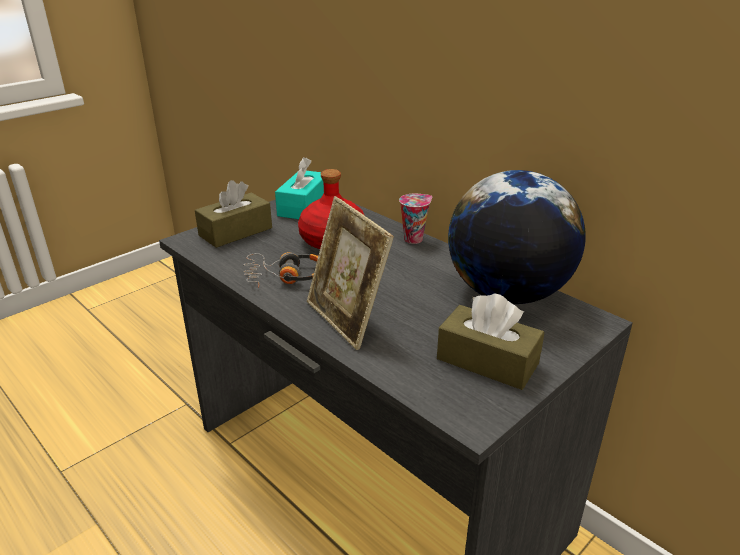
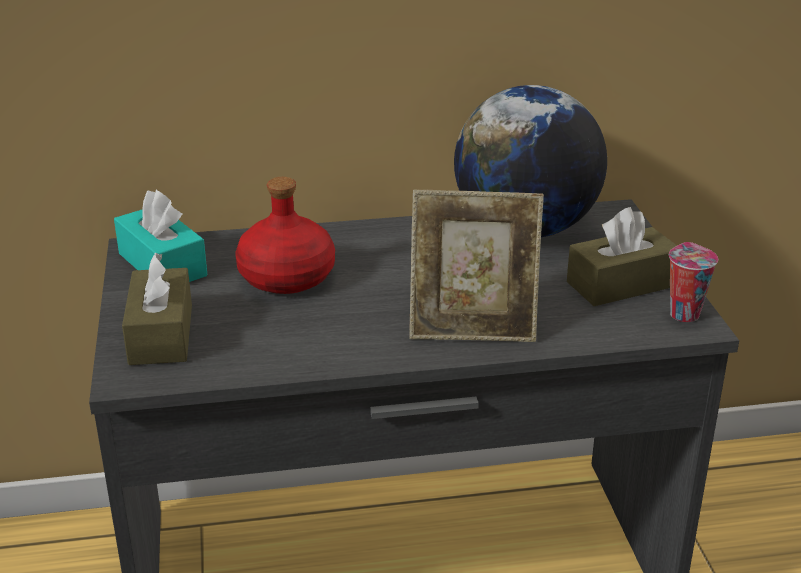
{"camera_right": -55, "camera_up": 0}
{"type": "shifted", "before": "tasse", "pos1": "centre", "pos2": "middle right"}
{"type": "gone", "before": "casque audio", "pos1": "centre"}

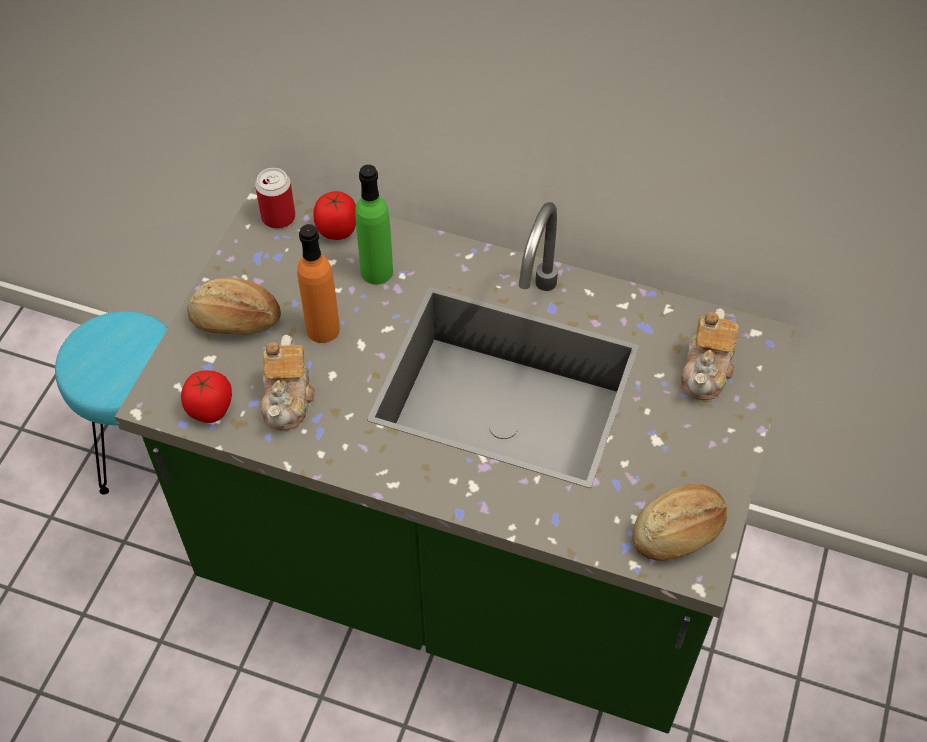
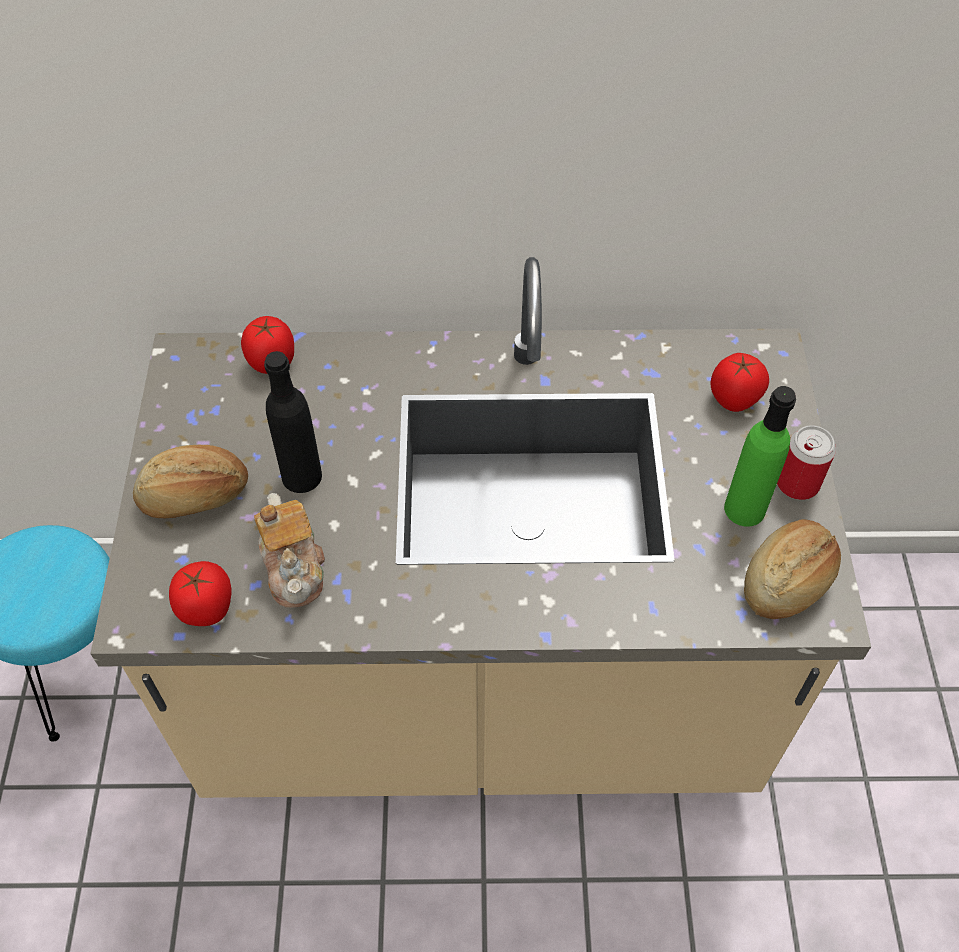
{"camera_right": -20, "camera_up": 0}
{"type": "shifted", "before": "bouteille/vert", "pos1": "top centre", "pos2": "middle right"}
{"type": "shifted", "before": "boîte métallique", "pos1": "top left", "pos2": "middle right"}
{"type": "repainted", "before": "comptoir de cuisine/vert", "after": "comptoir de cuisine/beige", "pos1": "centre", "pos2": "centre"}
{"type": "repainted", "before": "bouteille/orange", "after": "bouteille/noir", "pos1": "centre", "pos2": "middle left"}
{"type": "swapped", "before": "théière (no. 2 from left)", "after": "tomate (no. 3 from left)", "pos1": "middle right", "pos2": "middle right"}

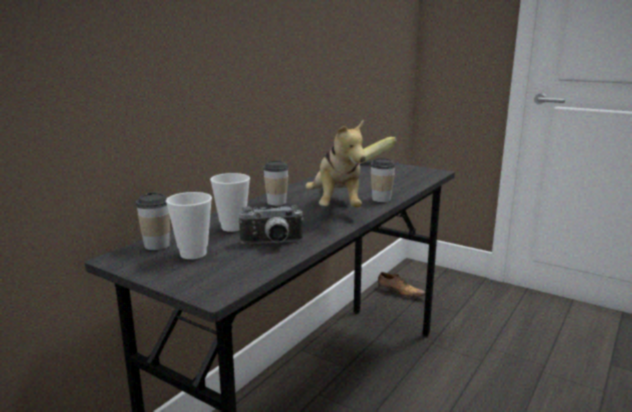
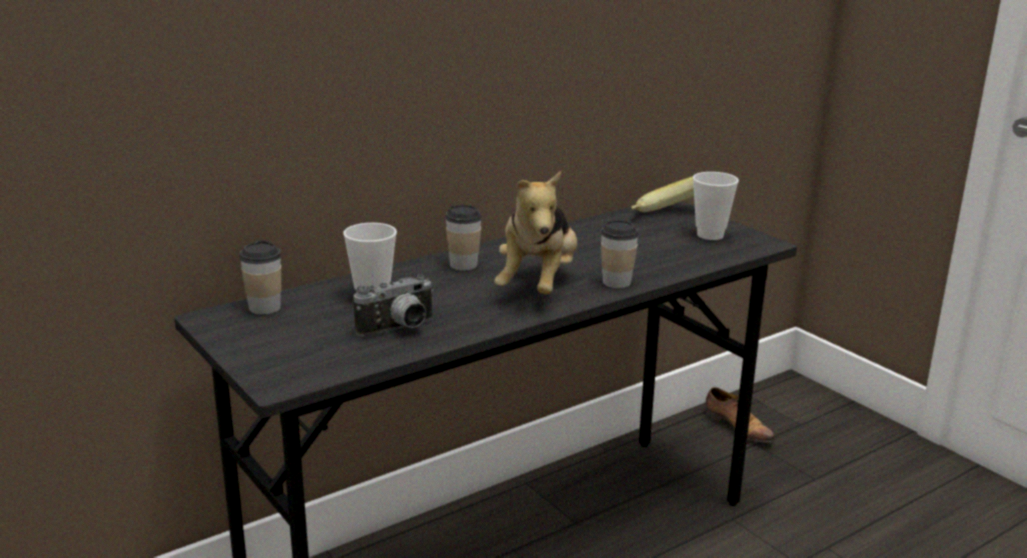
{"camera_right": 20, "camera_up": 5}
{"type": "shifted", "before": "tasse (no. 2 from left in the first image)", "after": "tasse (no. 5 from left)", "pos1": "middle left", "pos2": "middle right"}
{"type": "rotated", "before": "appareil photo", "pos1": "centre", "pos2": "centre", "turn": -45}

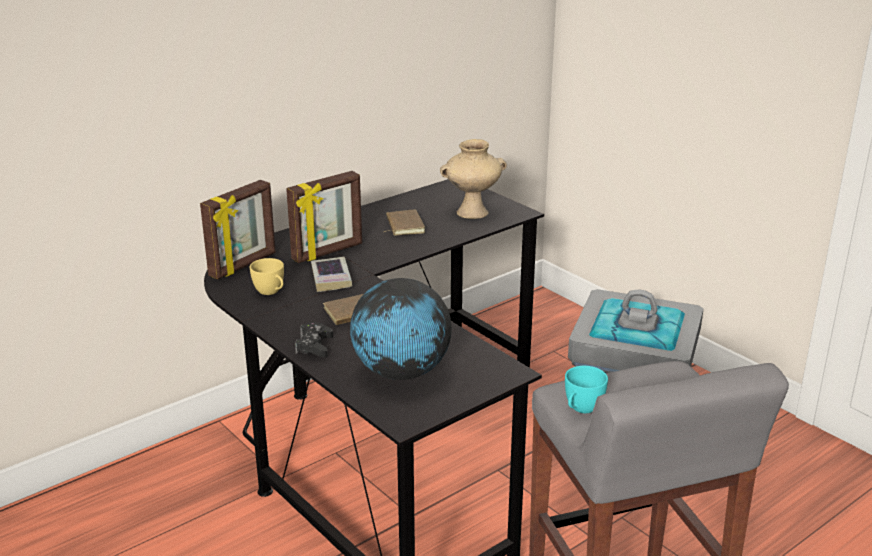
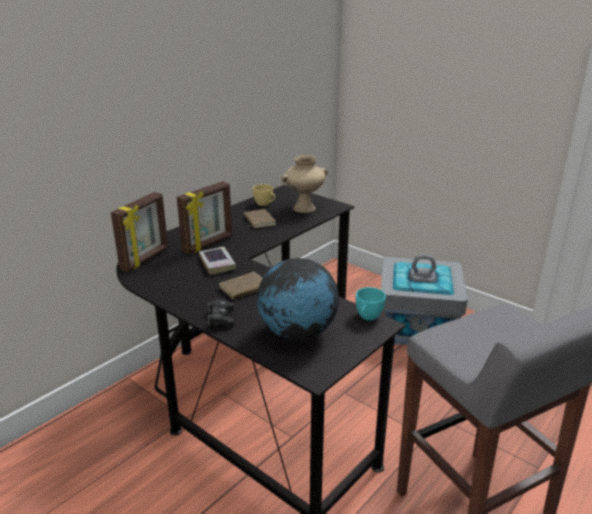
{"camera_right": -10, "camera_up": 0}
{"type": "shifted", "before": "tasse/jaune", "pos1": "middle left", "pos2": "centre"}
{"type": "shifted", "before": "tasse/turquoise", "pos1": "bottom right", "pos2": "centre"}

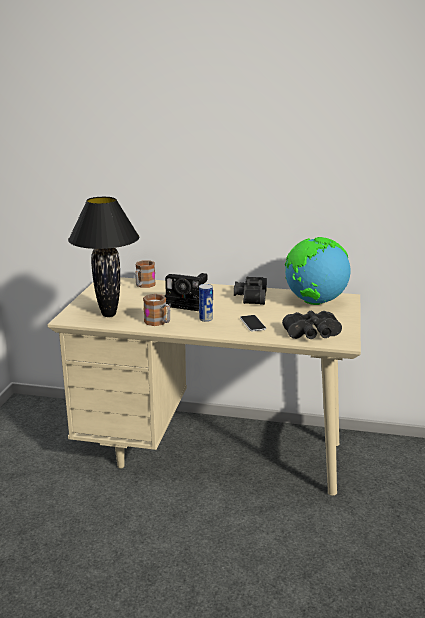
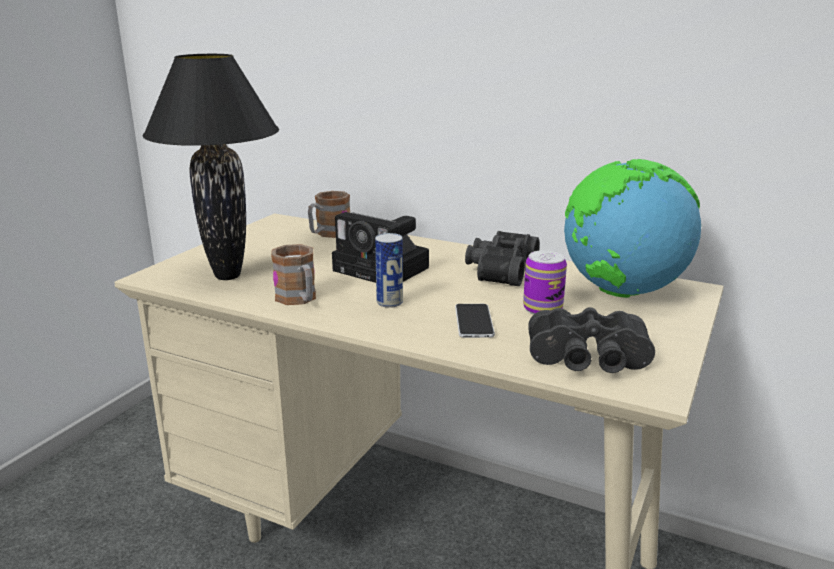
{"camera_right": 15, "camera_up": 0}
{"type": "new", "after": "boîte métallique (no. 2 from left)", "pos2": "centre"}

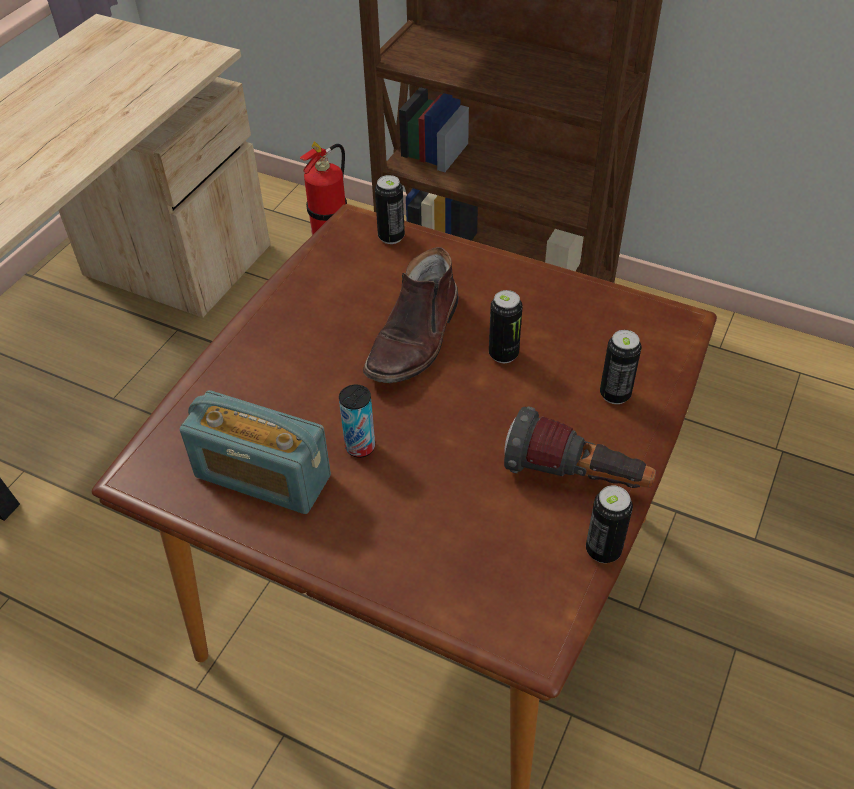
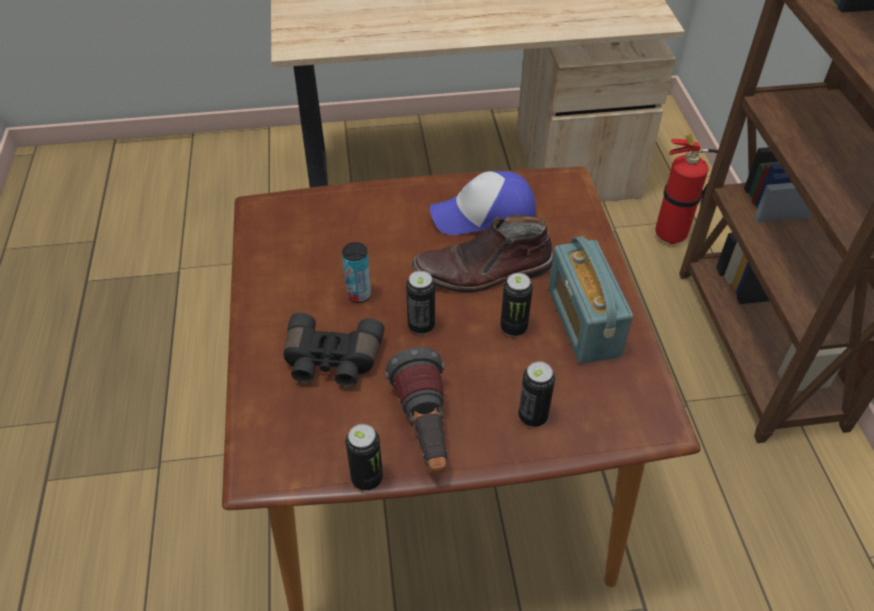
{"camera_right": 55, "camera_up": 0}
{"type": "shifted", "before": "boîte métallique (no. 2 from left in the first image)", "after": "boîte métallique (no. 3 from left)", "pos1": "top centre", "pos2": "centre"}
{"type": "shifted", "before": "radio", "pos1": "middle left", "pos2": "middle right"}
{"type": "new", "after": "casquette", "pos2": "top centre"}
{"type": "new", "after": "jumelles/noir", "pos2": "centre"}

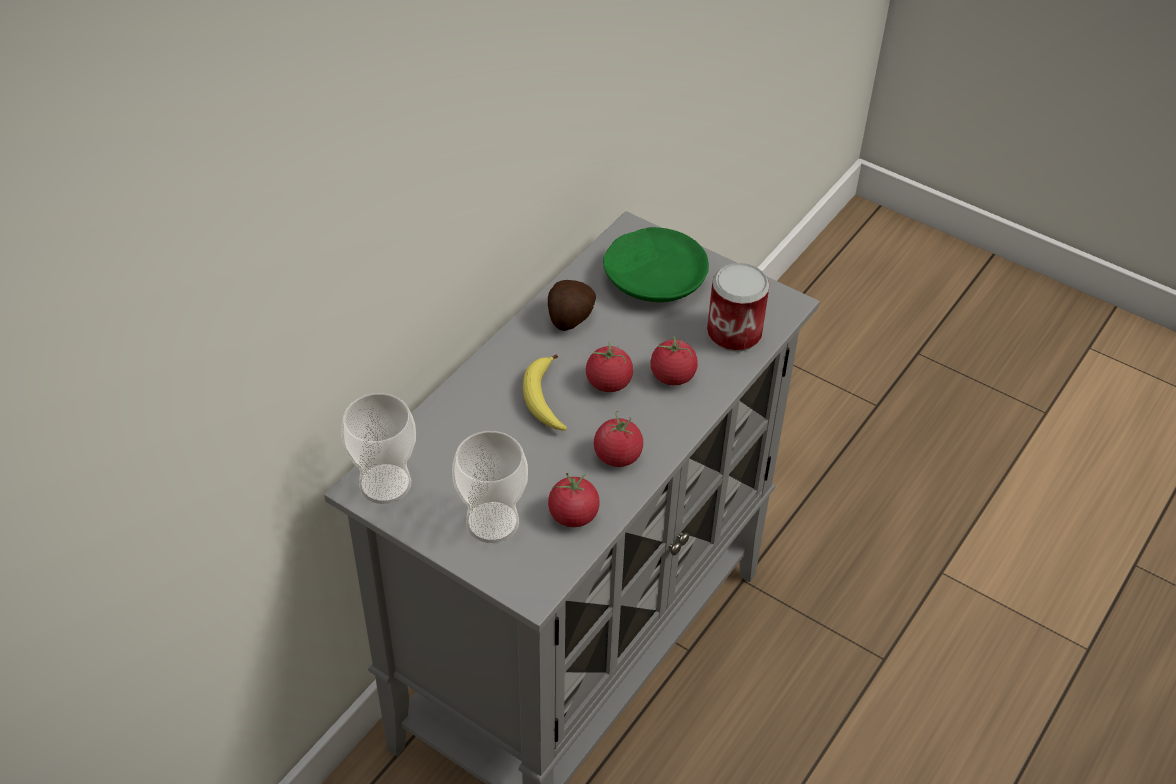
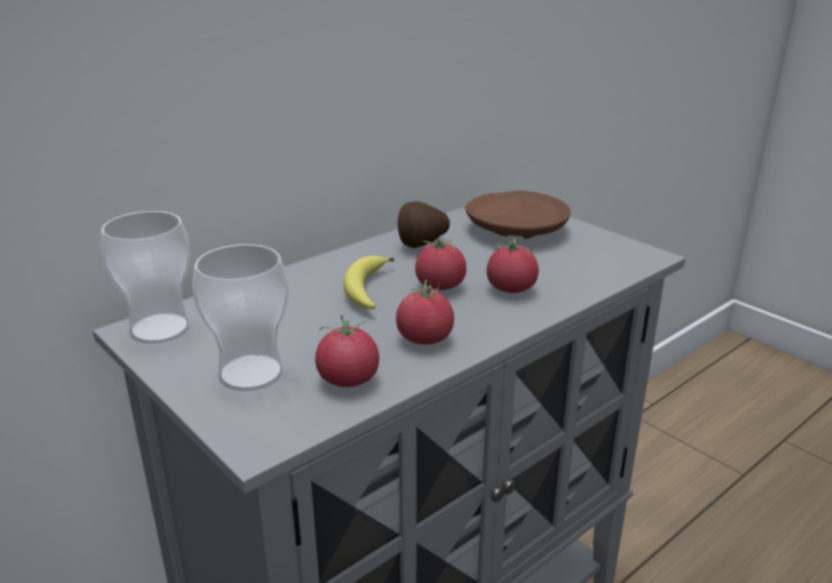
{"camera_right": 15, "camera_up": -20}
{"type": "repainted", "before": "assiette/vert", "after": "assiette/marron", "pos1": "centre", "pos2": "centre"}
{"type": "gone", "before": "boîte métallique", "pos1": "centre"}

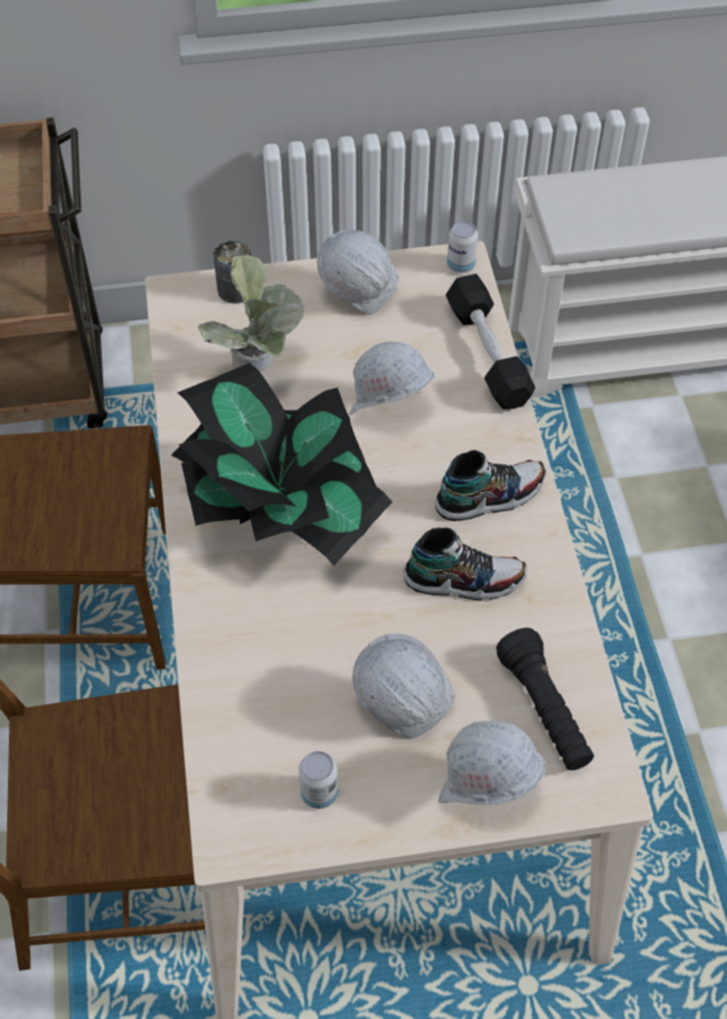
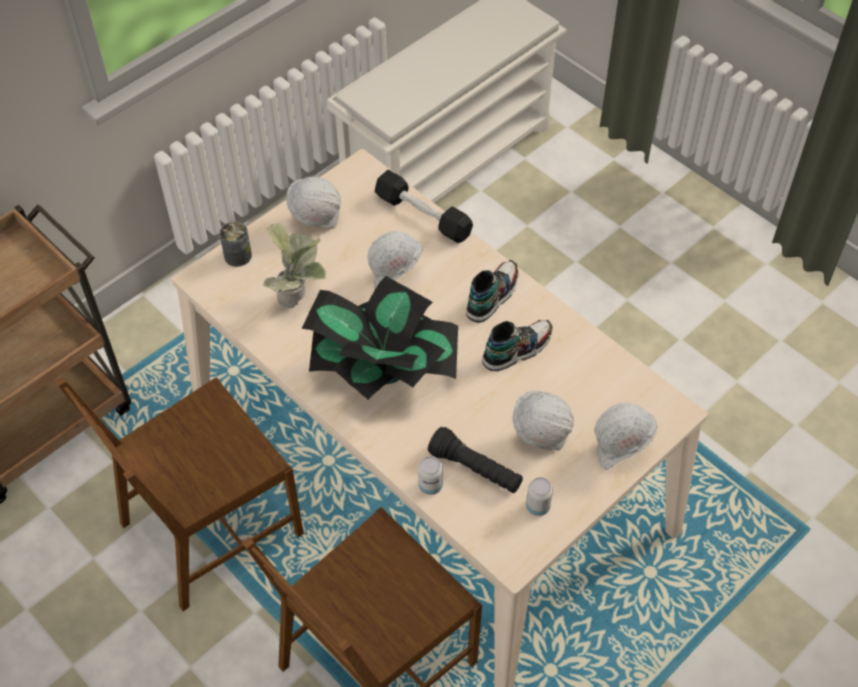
{"camera_right": -35, "camera_up": 0}
{"type": "shifted", "before": "boîte métallique (no. 3 from left in the first image)", "after": "boîte métallique (no. 2 from left)", "pos1": "top centre", "pos2": "bottom centre"}
{"type": "shifted", "before": "lampe de poche/noir", "pos1": "bottom right", "pos2": "bottom centre"}

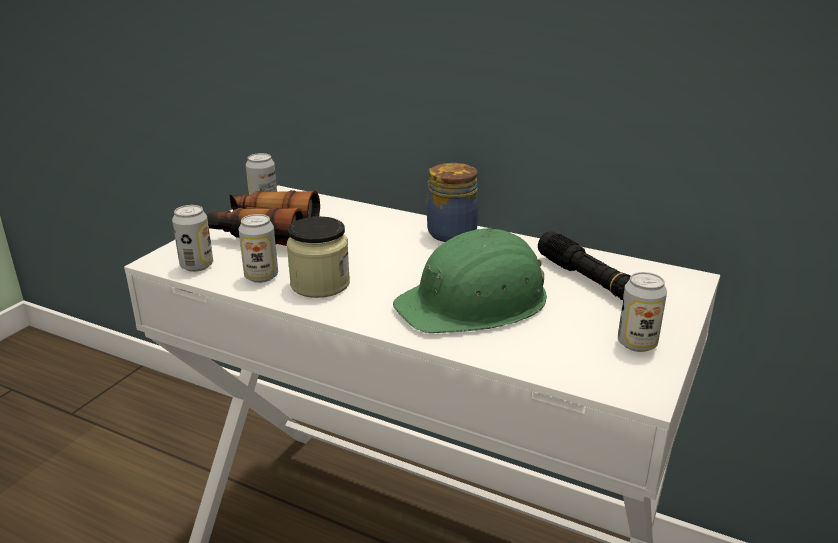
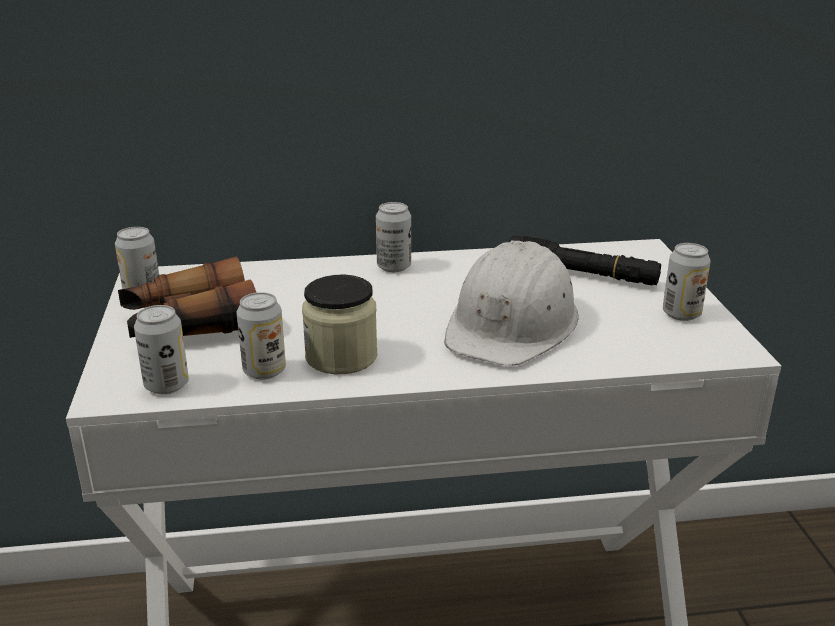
{"camera_right": -35, "camera_up": 0}
{"type": "swapped", "before": "bocal (no. 2 from left)", "after": "boîte métallique (no. 4 from left)", "pos1": "centre", "pos2": "centre"}
{"type": "repainted", "before": "casque de chantier/vert", "after": "casque de chantier/blanc", "pos1": "centre", "pos2": "centre"}

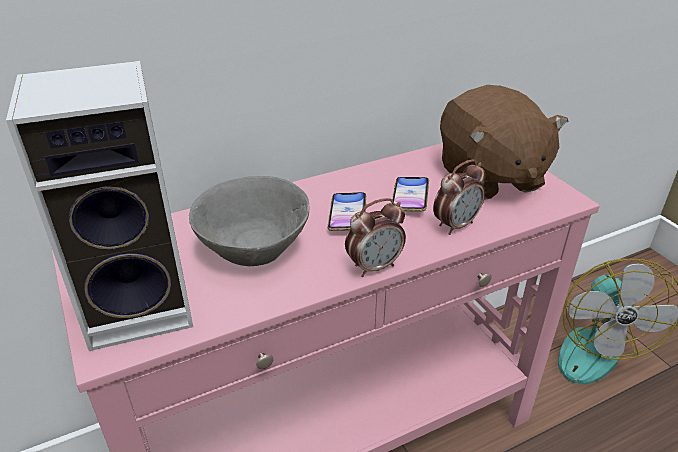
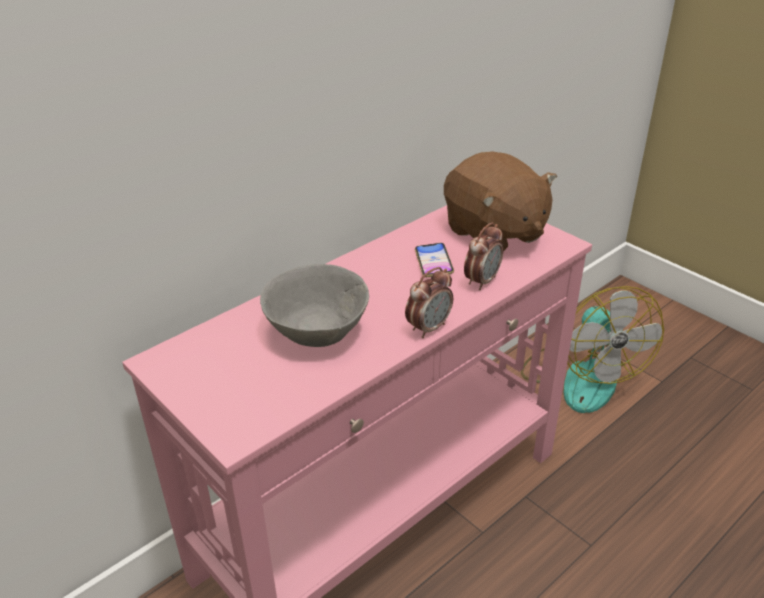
{"camera_right": -15, "camera_up": 0}
{"type": "gone", "before": "enceinte", "pos1": "middle left"}
{"type": "gone", "before": "téléphone (no. 1 from left)", "pos1": "centre"}

